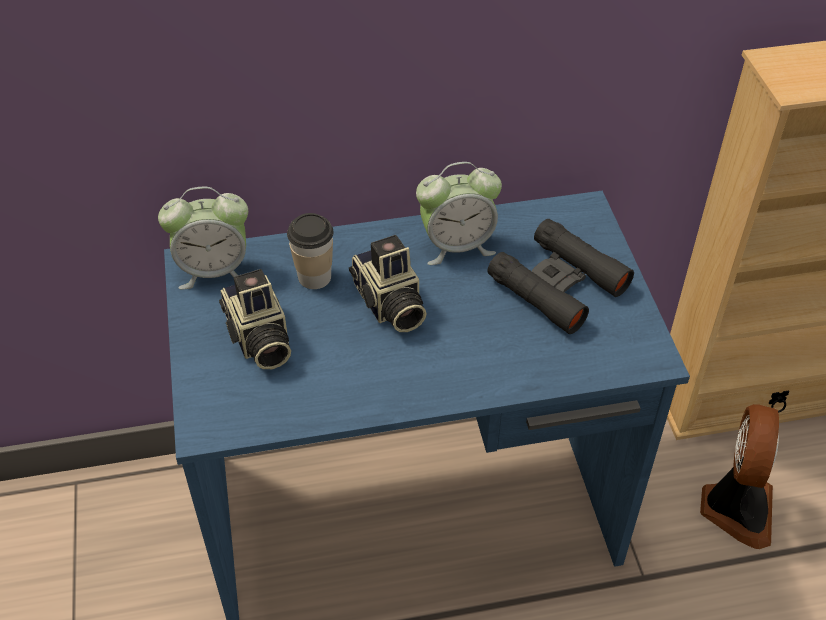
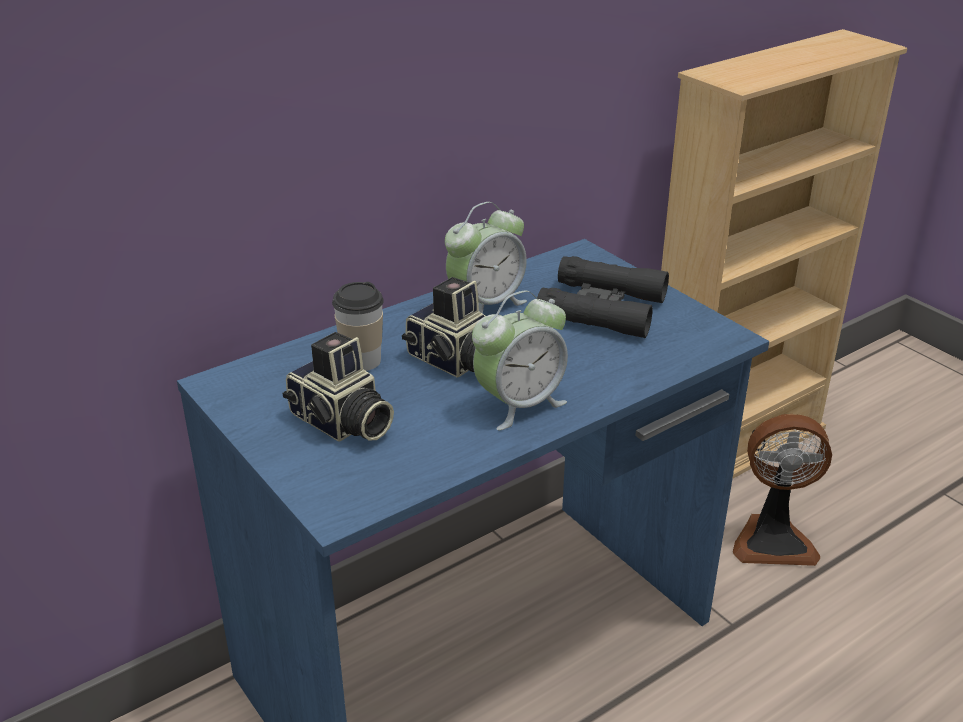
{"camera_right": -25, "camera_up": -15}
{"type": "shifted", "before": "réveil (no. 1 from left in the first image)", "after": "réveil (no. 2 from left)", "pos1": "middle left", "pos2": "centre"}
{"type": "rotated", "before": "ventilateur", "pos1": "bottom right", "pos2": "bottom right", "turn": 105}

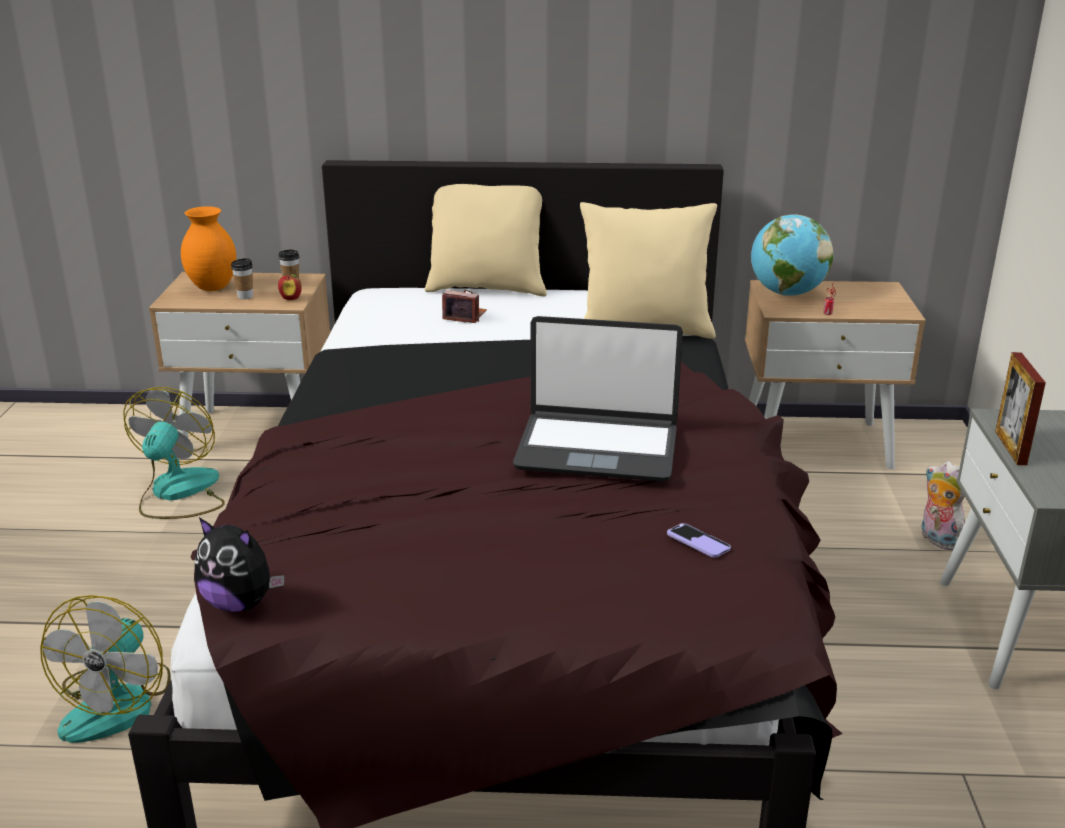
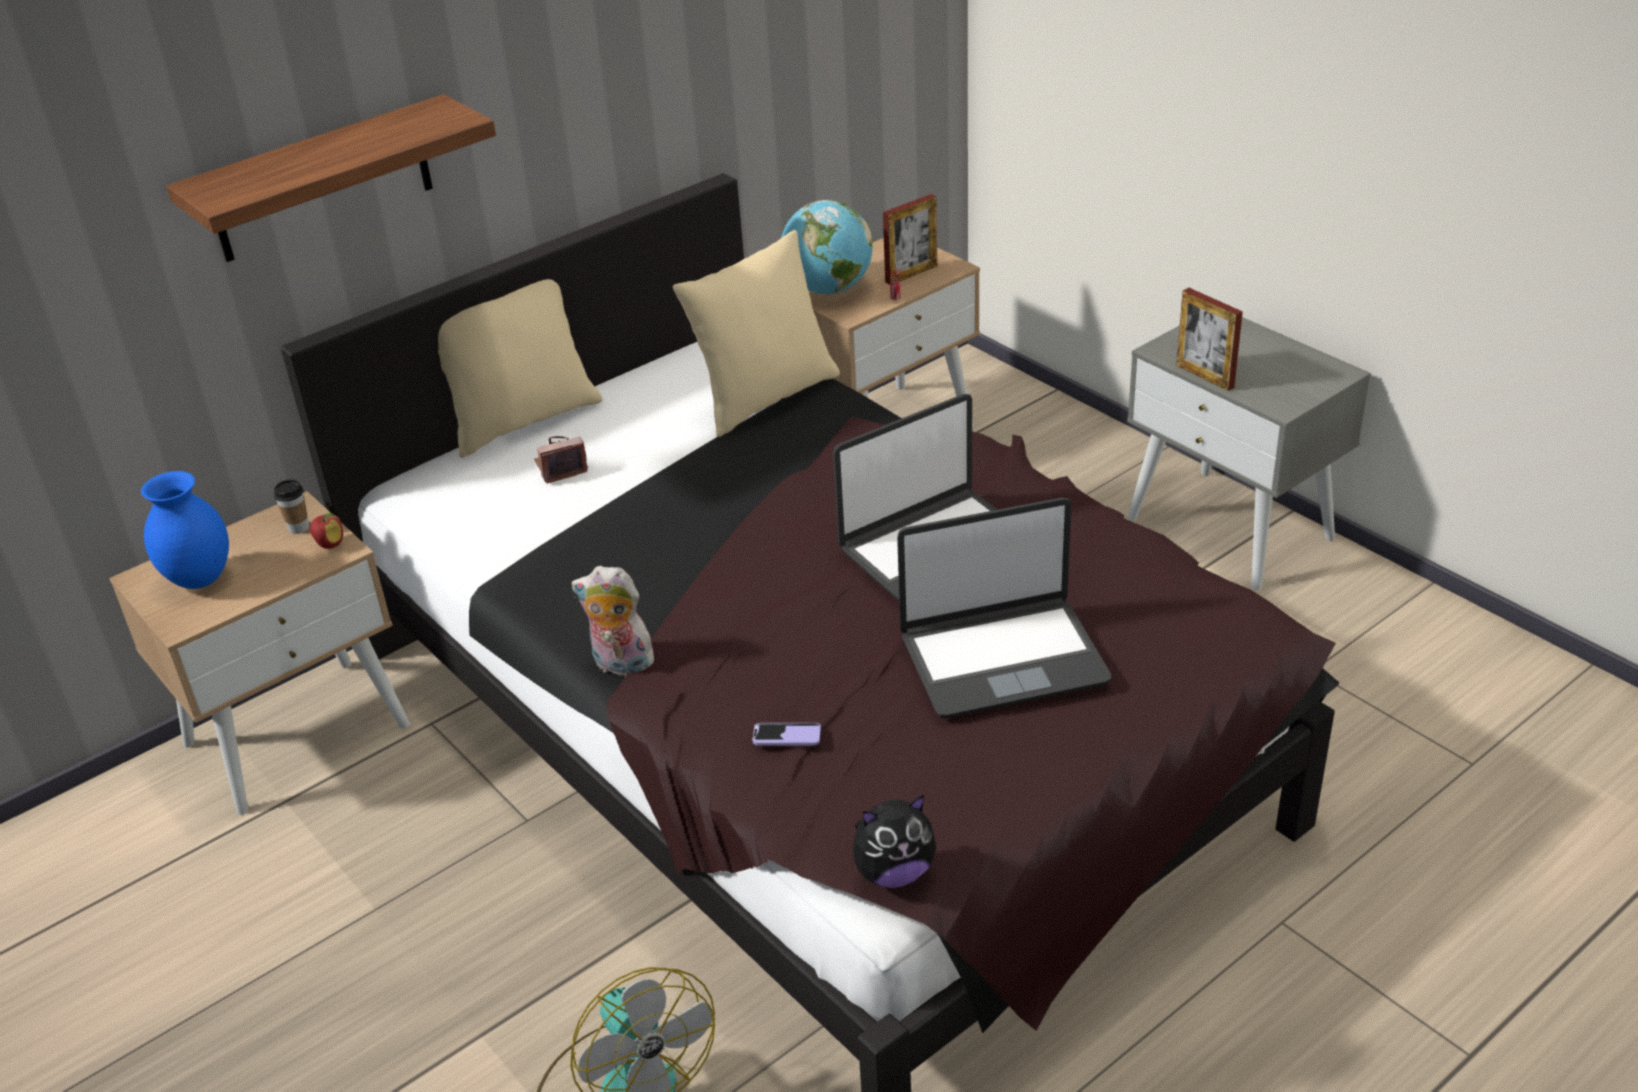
{"camera_right": -40, "camera_up": 10}
{"type": "repainted", "before": "vase/orange", "after": "vase/bleu", "pos1": "top left", "pos2": "middle left"}
{"type": "gone", "before": "tasse (no. 1 from left)", "pos1": "middle left"}
{"type": "gone", "before": "ventilateur (no. 2 from left)", "pos1": "middle left"}
{"type": "shifted", "before": "peluche (no. 2 from left in the first image)", "after": "peluche (no. 1 from left)", "pos1": "middle right", "pos2": "centre"}
{"type": "shifted", "before": "téléphone", "pos1": "centre", "pos2": "bottom centre"}
{"type": "new", "after": "étagère", "pos2": "top left"}
{"type": "new", "after": "cadre photo (no. 1 from left)", "pos2": "top centre"}
{"type": "new", "after": "ordinateur portable (no. 2 from left)", "pos2": "centre"}

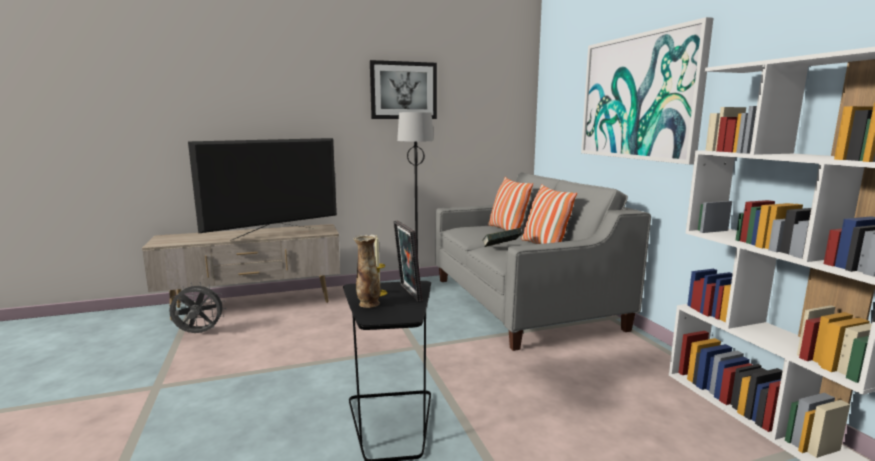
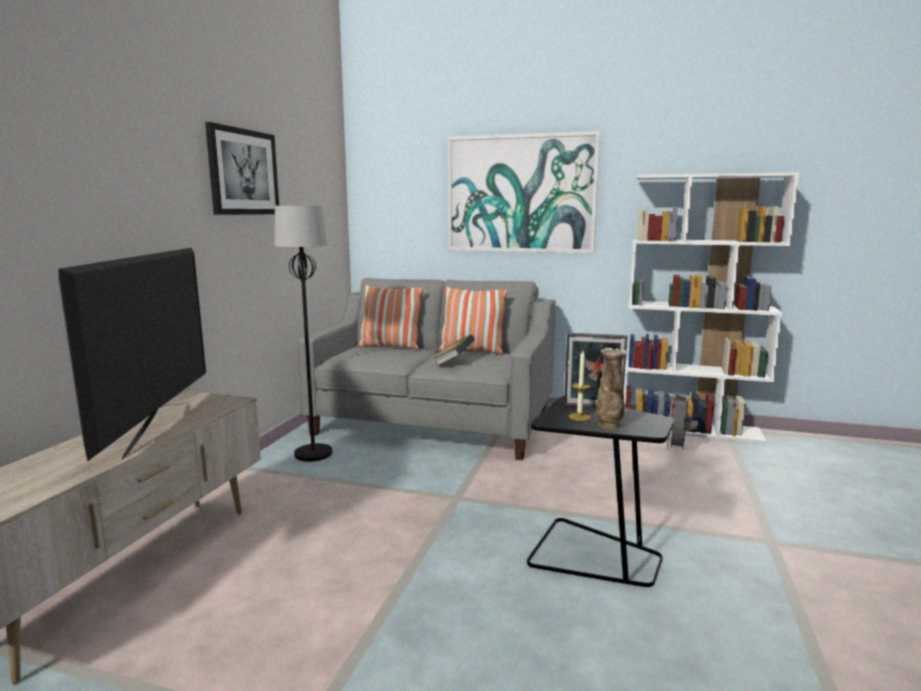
{"camera_right": -55, "camera_up": 0}
{"type": "shifted", "before": "ventilateur/gris", "pos1": "middle left", "pos2": "middle right"}

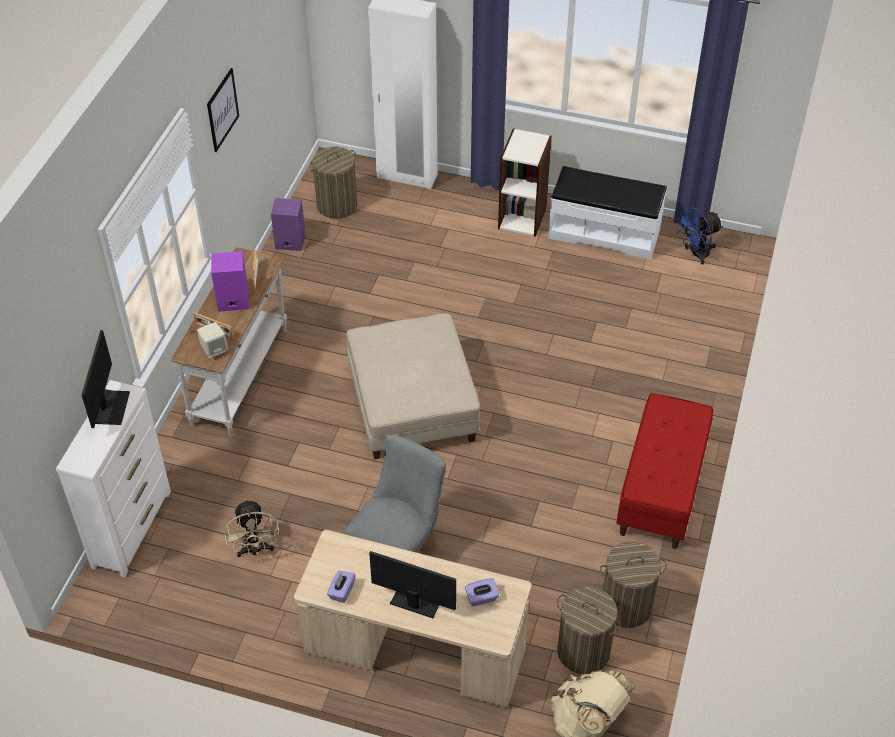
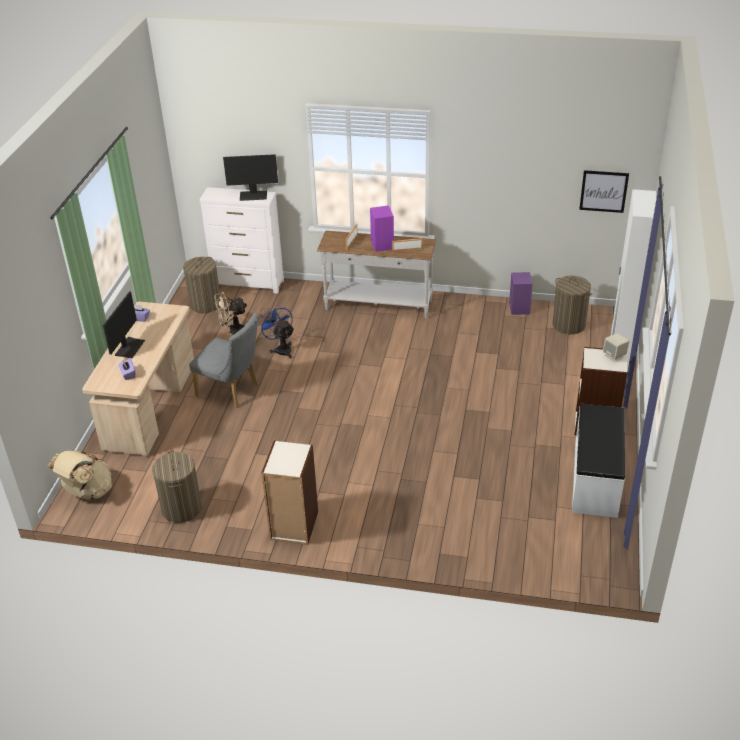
{"camera_right": 85, "camera_up": -10}
{"type": "shifted", "before": "tableau", "pos1": "top left", "pos2": "top right"}
{"type": "shifted", "before": "ventilateur/bleu", "pos1": "top right", "pos2": "centre"}
{"type": "gone", "before": "pouf/beige", "pos1": "centre"}
{"type": "shifted", "before": "enceinte/beige", "pos1": "middle left", "pos2": "middle right"}
{"type": "swapped", "before": "banc/rouge", "after": "bibliothèque (no. 1 from left)", "pos1": "middle right", "pos2": "centre"}
{"type": "shifted", "before": "panier à linge (no. 2 from left)", "pos1": "bottom centre", "pos2": "middle left"}

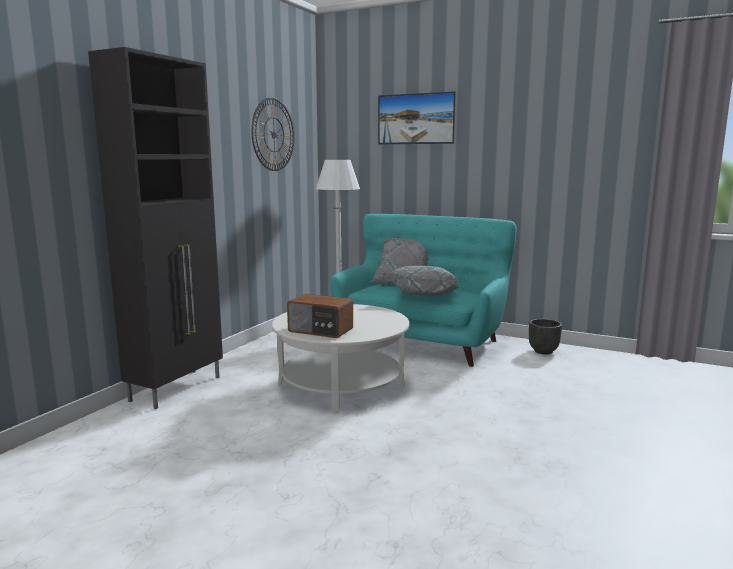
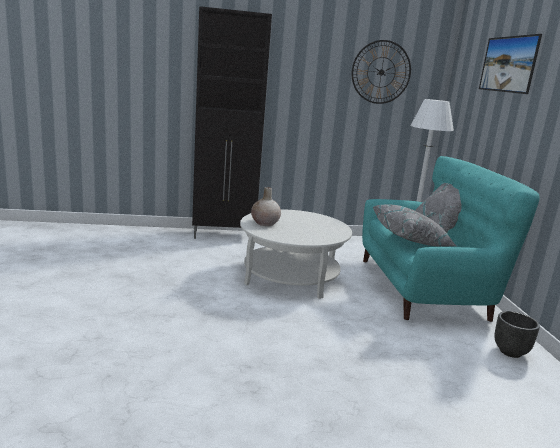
{"camera_right": 55, "camera_up": 5}
{"type": "swapped", "before": "radio", "after": "vase/beige", "pos1": "centre", "pos2": "centre"}

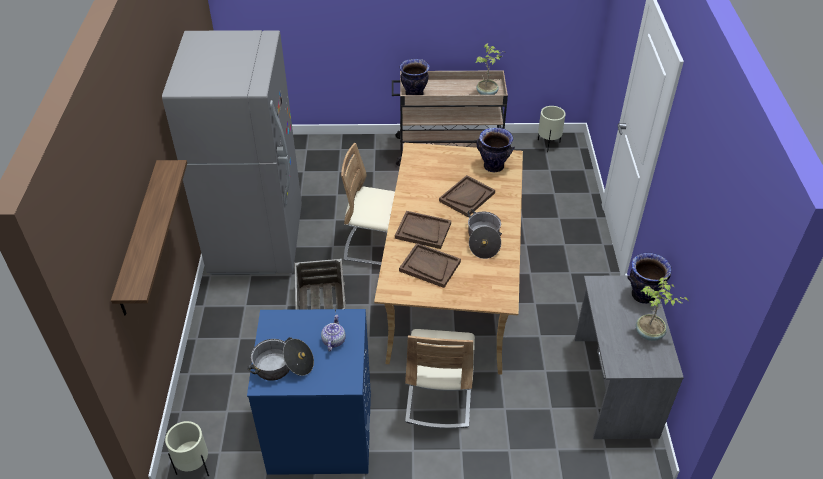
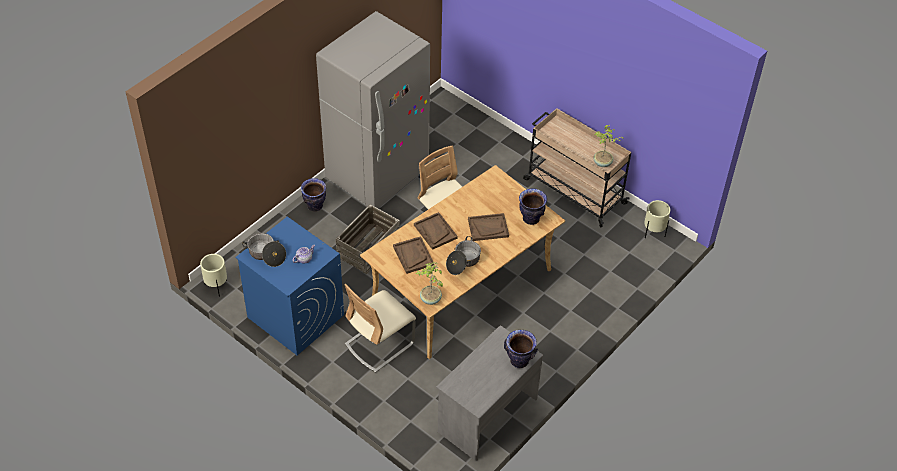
{"camera_right": 40, "camera_up": 5}
{"type": "shifted", "before": "vase (no. 1 from left)", "pos1": "top centre", "pos2": "centre"}
{"type": "gone", "before": "étagère", "pos1": "middle left"}
{"type": "shifted", "before": "plante en pot (no. 2 from left in the first image)", "after": "plante en pot (no. 1 from left)", "pos1": "middle right", "pos2": "centre"}

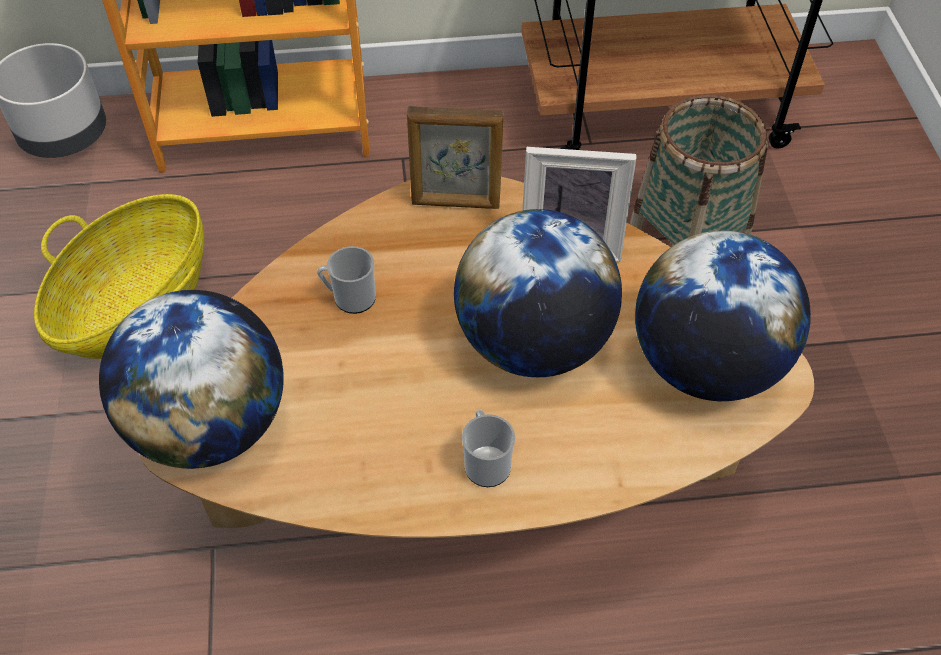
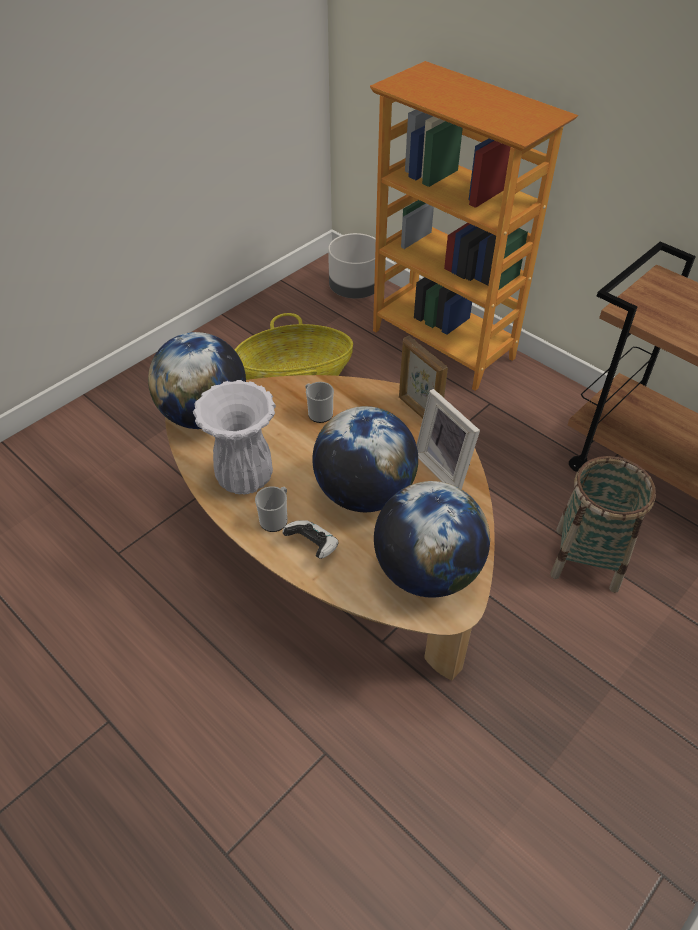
{"camera_right": 50, "camera_up": -5}
{"type": "new", "after": "vase/blanc", "pos2": "centre"}
{"type": "new", "after": "manette", "pos2": "centre"}

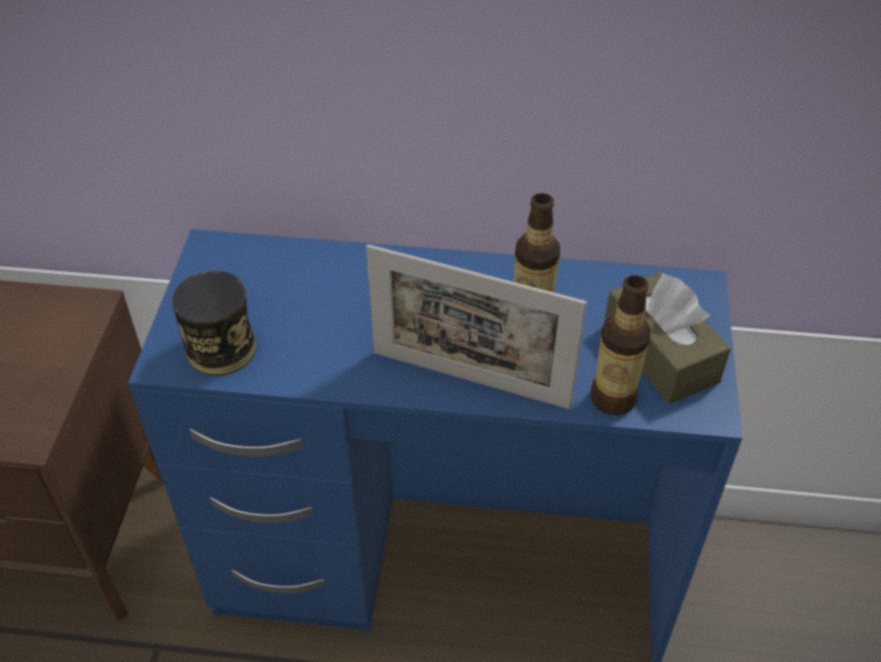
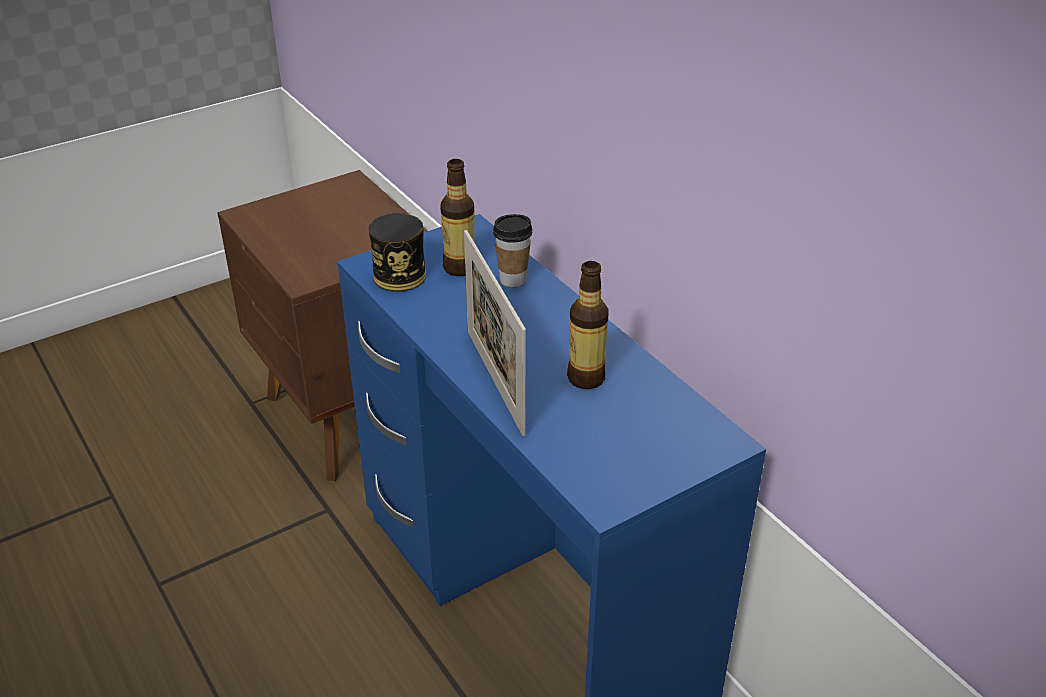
{"camera_right": 50, "camera_up": -10}
{"type": "gone", "before": "boîte à mouchoirs/marron", "pos1": "middle right"}
{"type": "shifted", "before": "bouteille (no. 2 from left in the first image)", "after": "bouteille (no. 1 from left)", "pos1": "middle right", "pos2": "top centre"}
{"type": "new", "after": "tasse", "pos2": "centre"}

